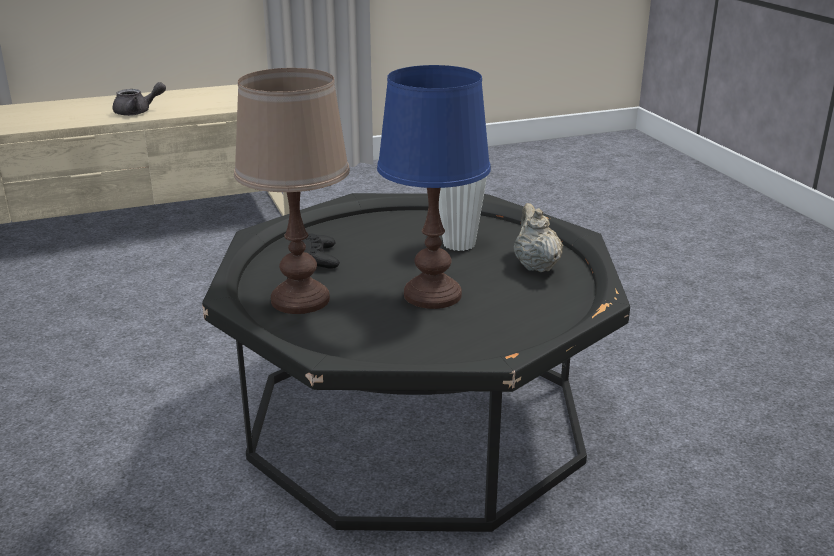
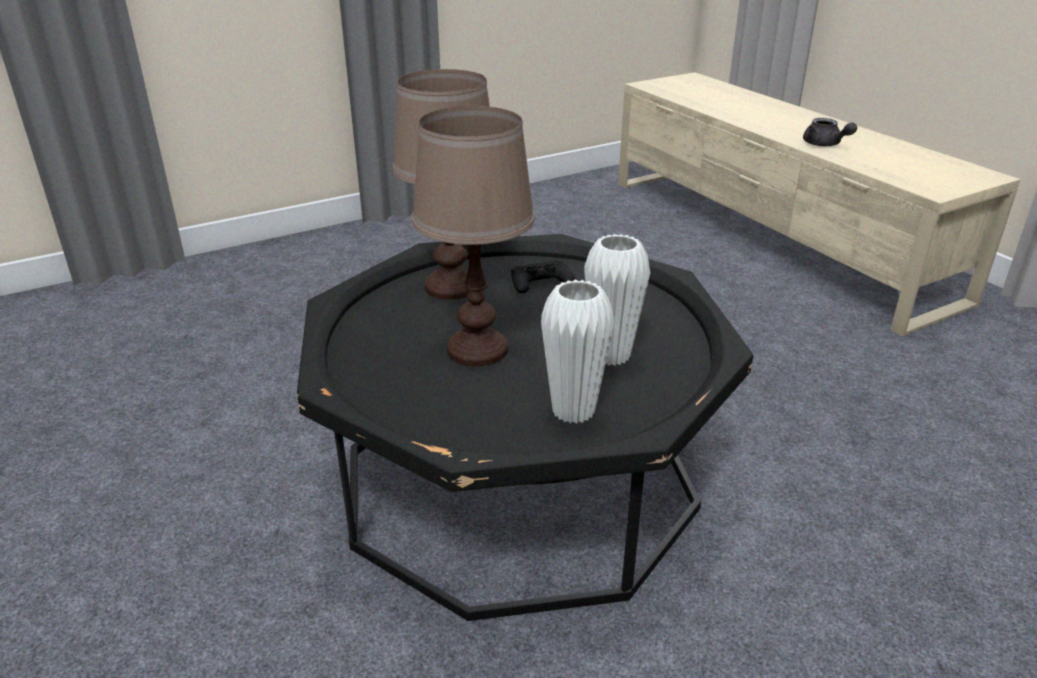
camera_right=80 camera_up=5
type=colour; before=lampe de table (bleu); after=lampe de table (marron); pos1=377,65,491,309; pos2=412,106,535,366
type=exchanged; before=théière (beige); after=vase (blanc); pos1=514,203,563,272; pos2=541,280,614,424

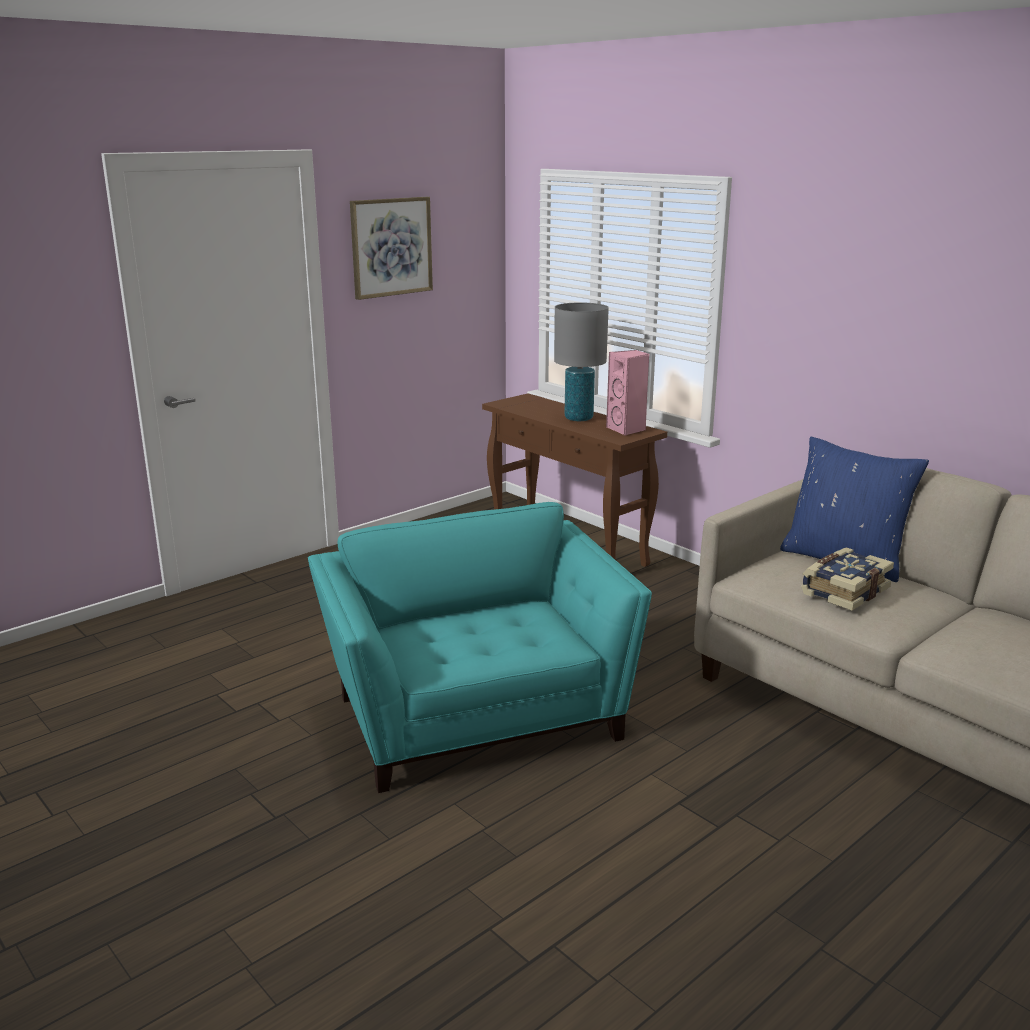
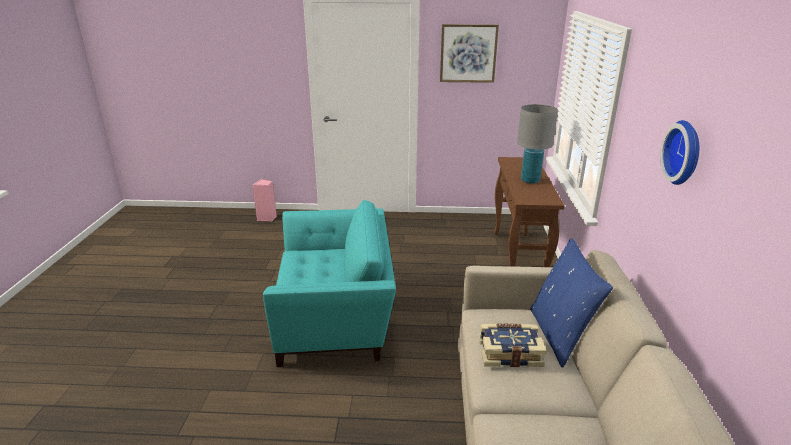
camera_right=45 camera_up=5
type=relocated; before=enceinte (rose); pos1=606,350,649,435; pos2=252,179,277,221
type=spun; before=fauteuil (turquoise); pos1=308,502,652,793; pos2=263,200,396,367; turn=60
type=appeared; after=horloge murale; pos2=660,120,699,185

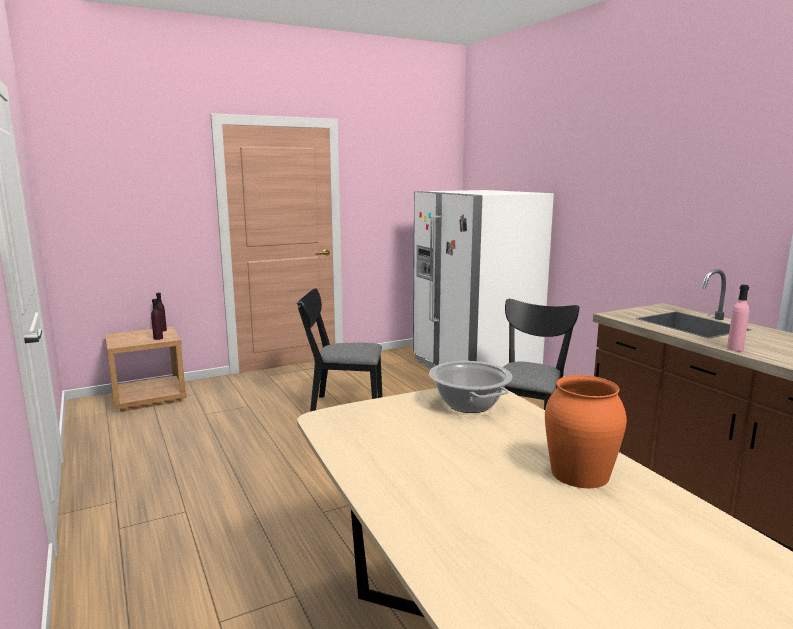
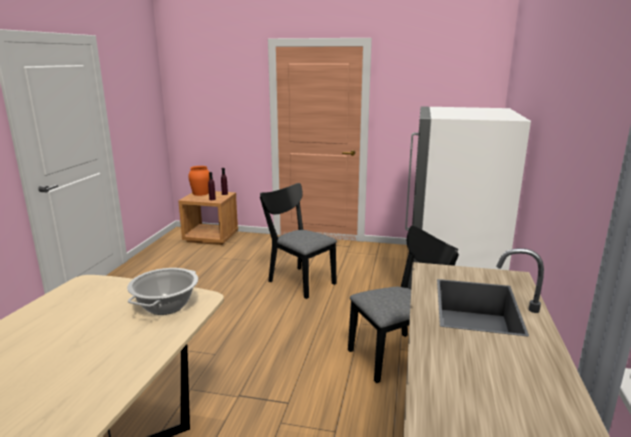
camera_right=40 camera_up=5
type=relocated; before=vase (orange); pos1=545,375,627,488; pos2=188,166,209,196
type=missing; before=bouteille (rose); pos1=727,285,749,351

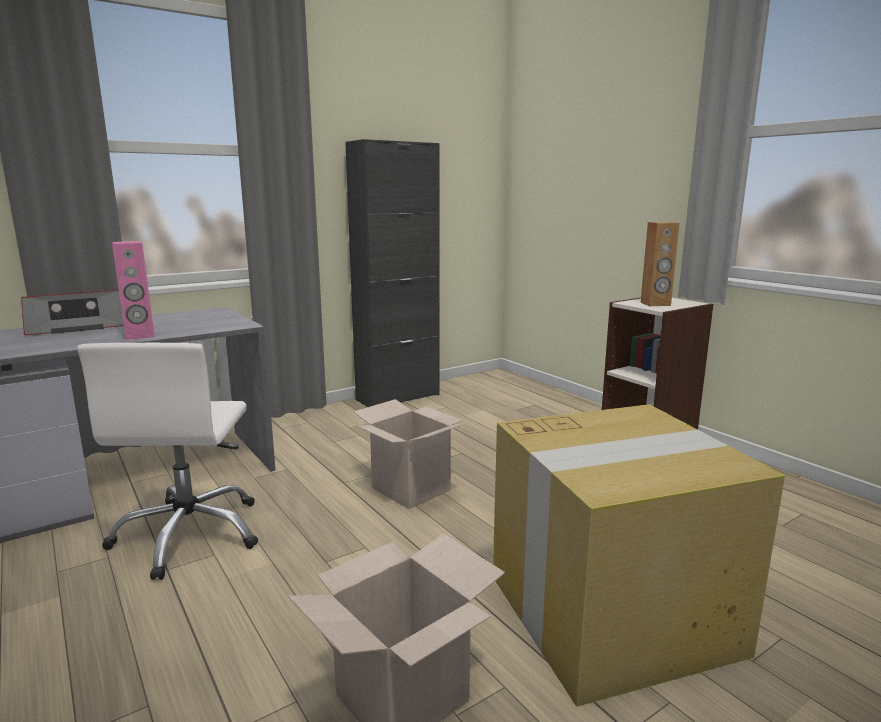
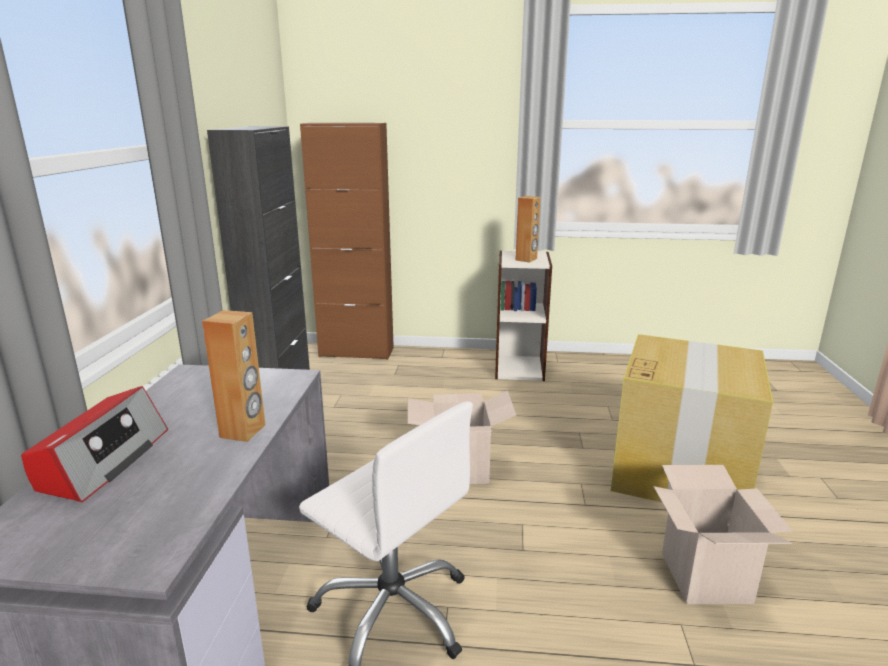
camera_right=-50 camera_up=5
type=colour; before=enceinte (rose); after=enceinte (marron); pos1=112,241,155,340; pos2=202,310,266,442
type=appeared; after=meuble de rangement (marron); pos2=300,123,394,360

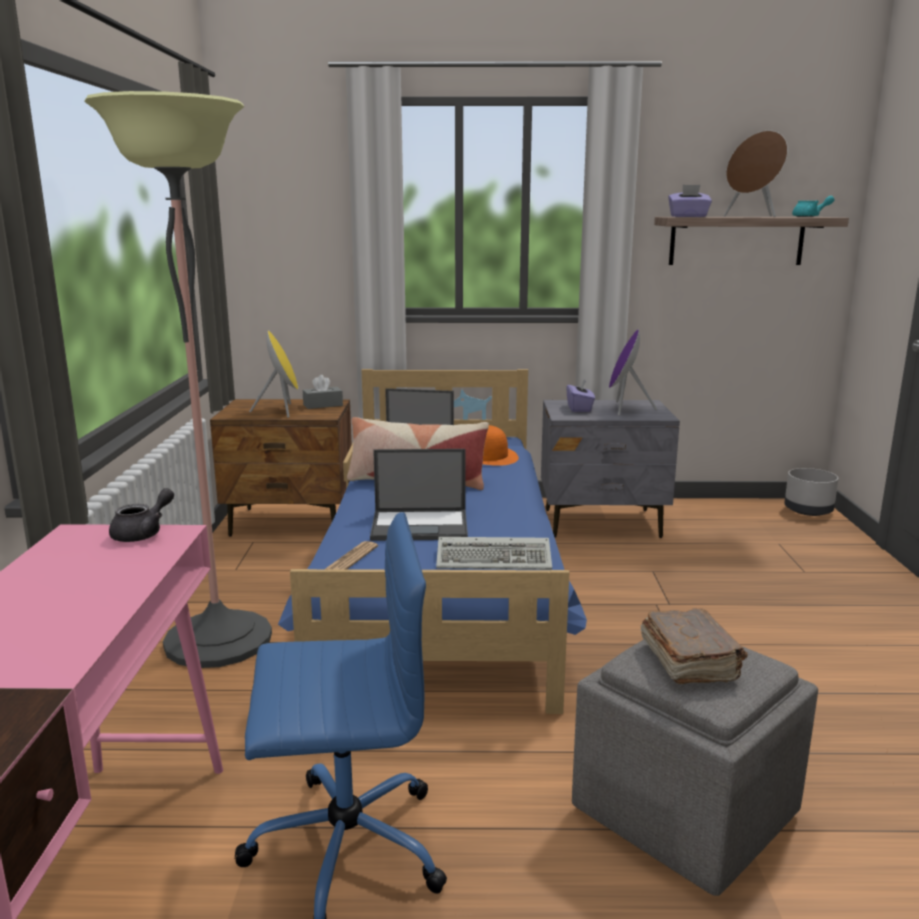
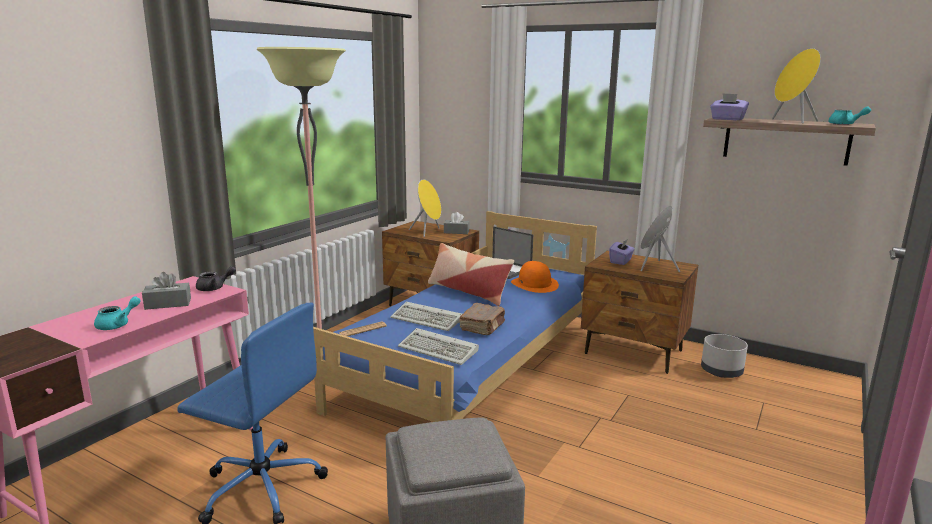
camera_right=30 camera_up=0
type=appeared; after=théière (turquoise); pos2=94,296,141,330
type=appeared; after=boîte à mouchoirs (gris); pos2=142,272,191,310
type=exchanged; before=ordinateur portable; after=clavier; pos1=370,449,468,541; pos2=390,302,462,331
type=relocated; before=livre (marron); pos1=640,608,748,684; pos2=459,303,505,335
type=colour; before=table de chevet (gris); after=table de chevet (marron); pos1=541,400,680,538; pos2=581,251,698,374
type=relocated; before=cache-pot (gris); pos1=784,468,839,516; pos2=701,334,748,378
type=colour; before=enceinte (marron); after=enceinte (jaune); pos1=724,131,788,217; pos2=772,48,821,124

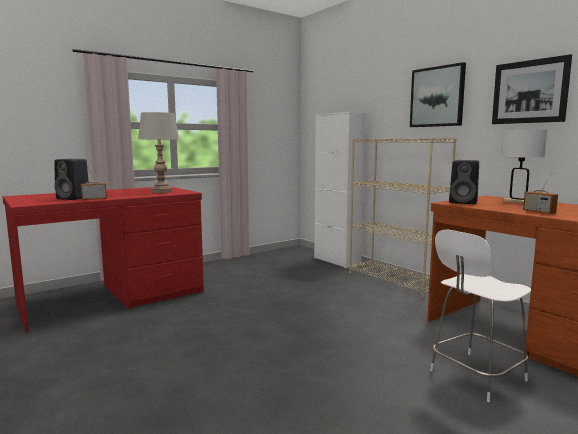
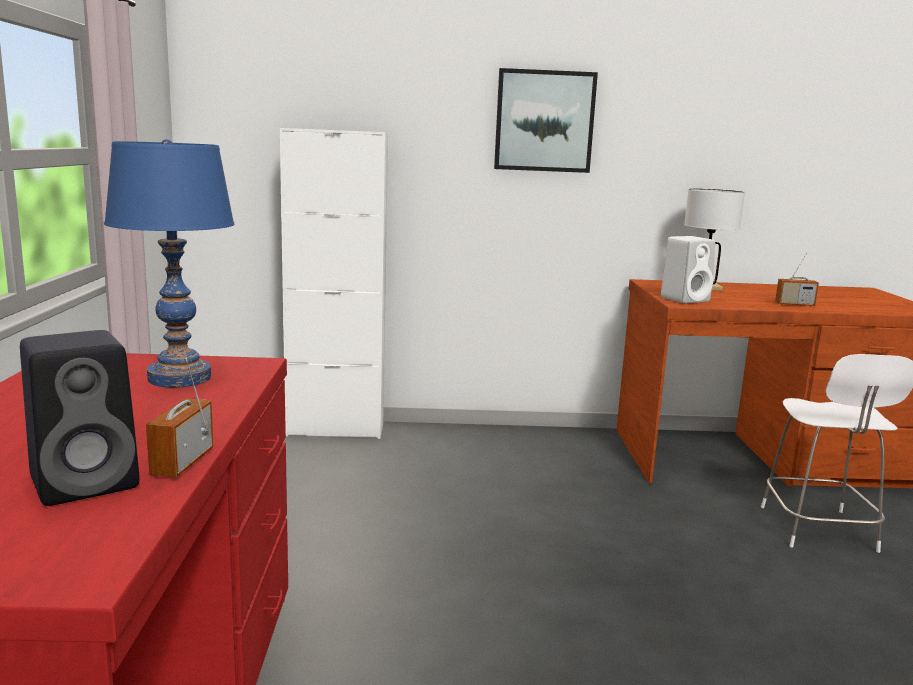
camera_right=-55 camera_up=5
type=colour; before=lampe de table (gris); after=lampe de table (bleu); pos1=138,112,179,193; pos2=104,139,235,388
type=colour; before=enceinte (noir); after=enceinte (blanc); pos1=449,160,479,204; pos2=661,236,715,303
type=missing; before=bibliothèque (beige); pos1=349,138,456,298
type=missing; before=tableau; pos1=492,54,572,124

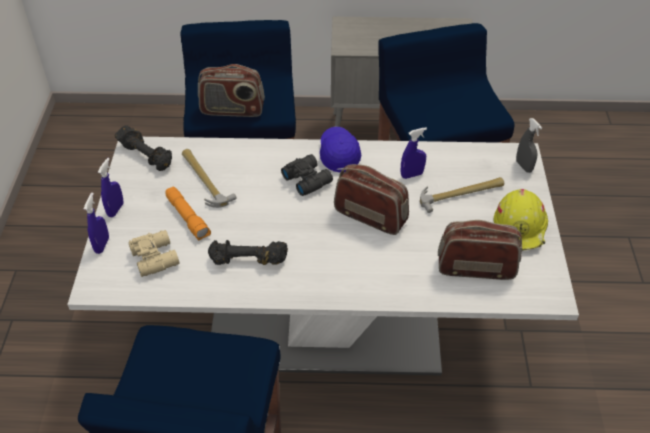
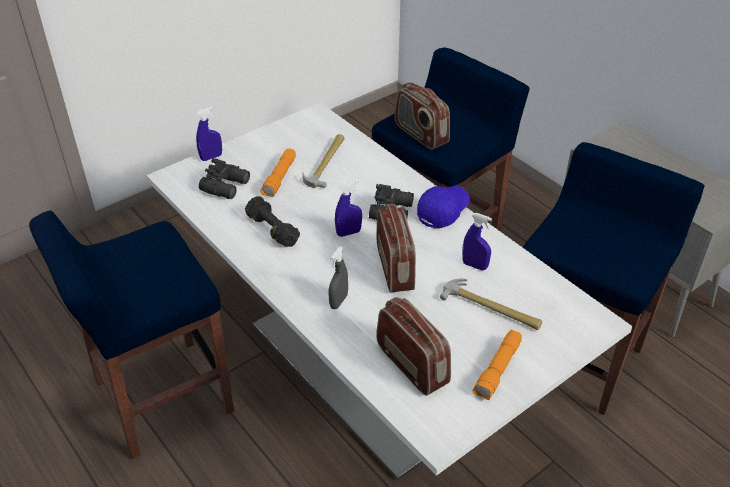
camera_right=50 camera_up=-5
type=colour; before=jumelles (beige); after=jumelles (noir); pos1=128,230,180,277; pos2=199,158,250,199
type=relocated; before=vaporisateur (gris); pos1=516,118,542,173; pos2=329,246,348,309
type=relocated; before=vaporisateur (bleu); pos1=98,158,123,217; pos2=335,180,362,237
type=exchanged; before=casque de chantier (jaune); after=lampe de poche (orange); pos1=494,189,548,251; pos2=473,330,522,400
type=missing; before=haltère (noir); pos1=114,125,172,171

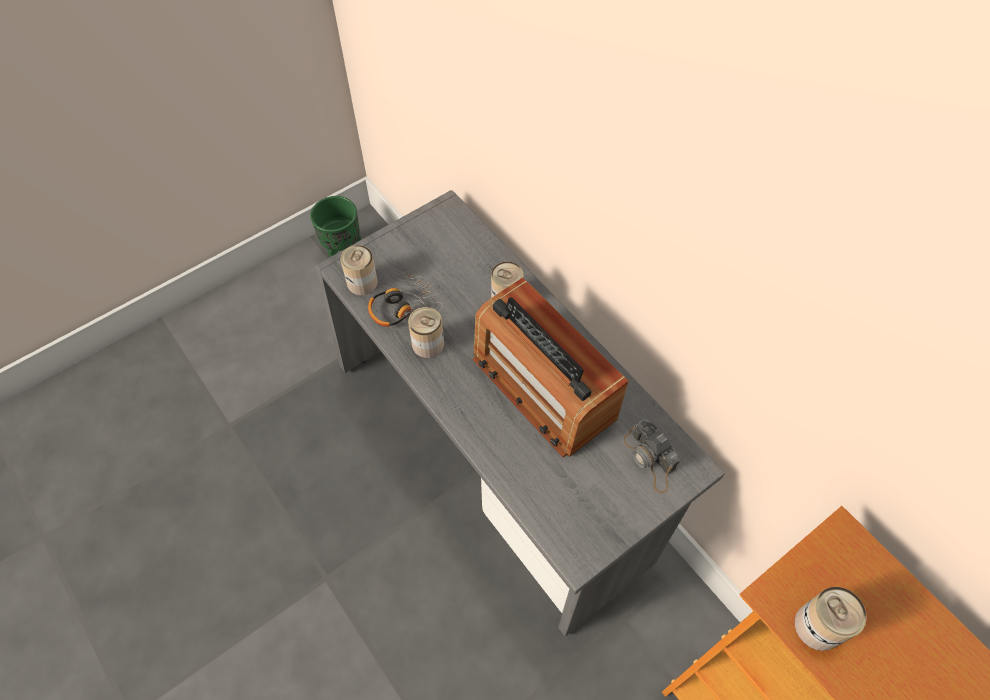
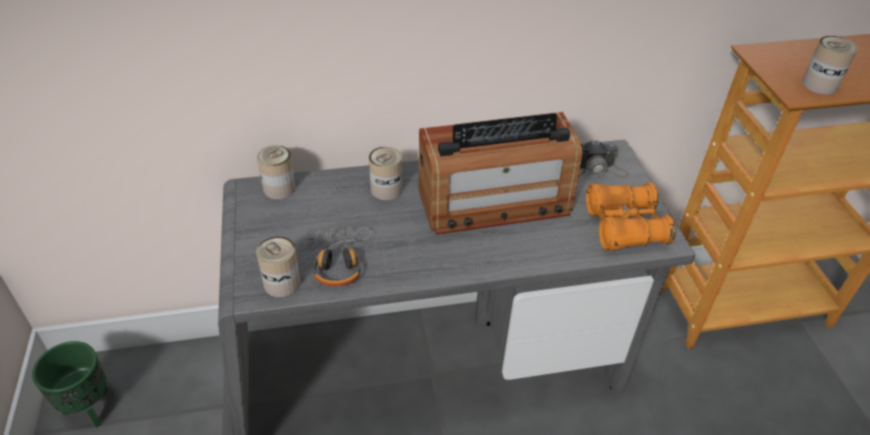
camera_right=-65 camera_up=-15
type=relocated; before=boîte métallique; pos1=408,307,444,358; pos2=257,145,296,199
type=appeared; after=jumelles (orange); pos2=586,182,675,251

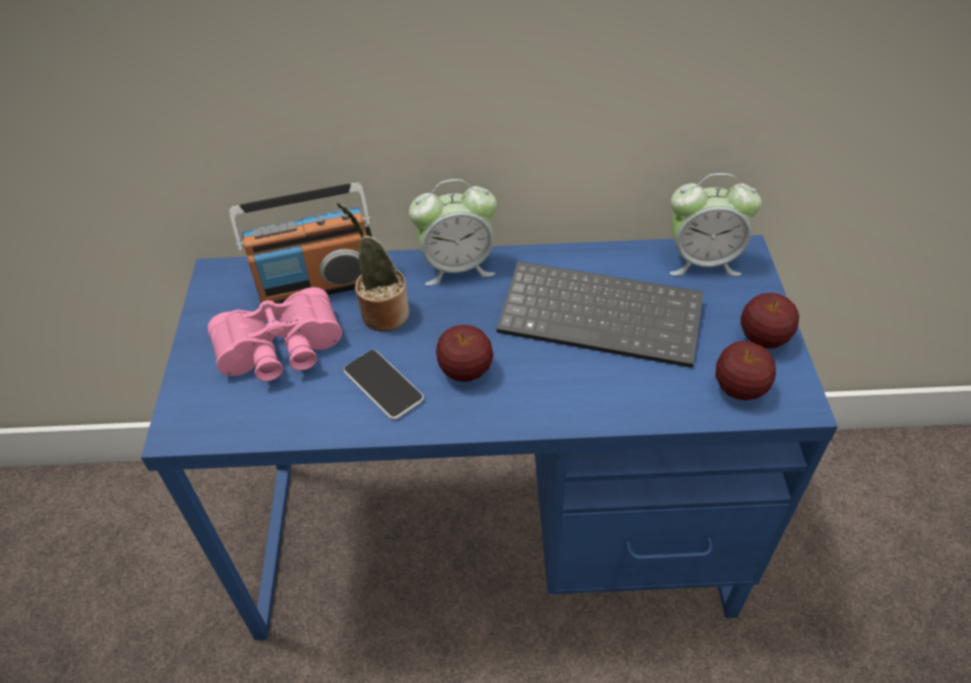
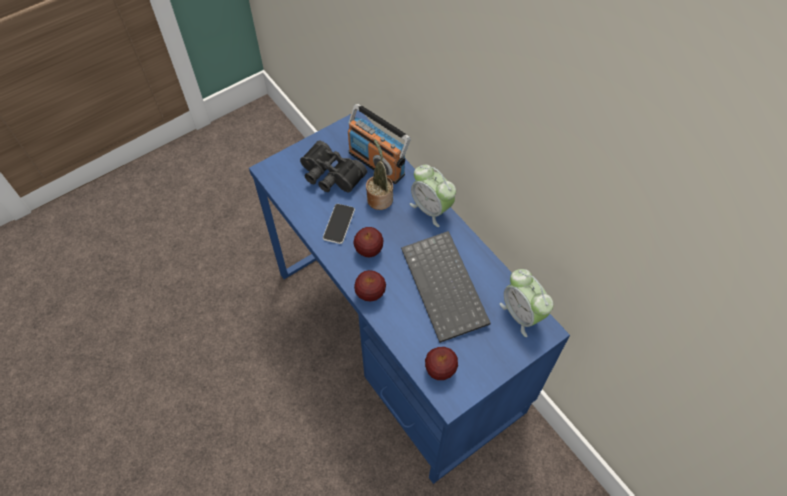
camera_right=55 camera_up=10
type=colour; before=jumelles (rose); after=jumelles (noir); pos1=208,287,342,381; pos2=300,140,367,192
type=relocated; before=pomme; pos1=741,293,799,349; pos2=354,270,386,301

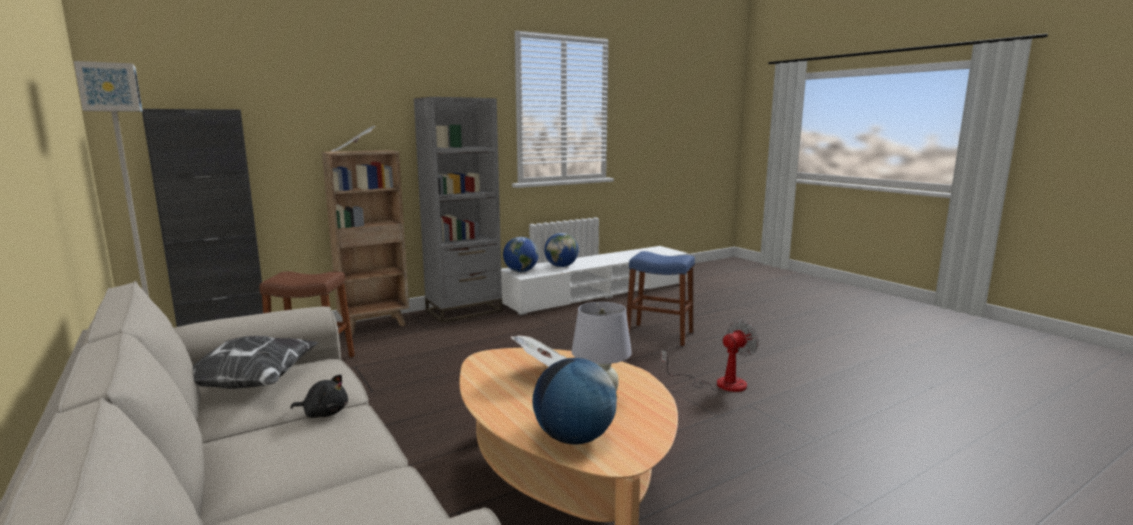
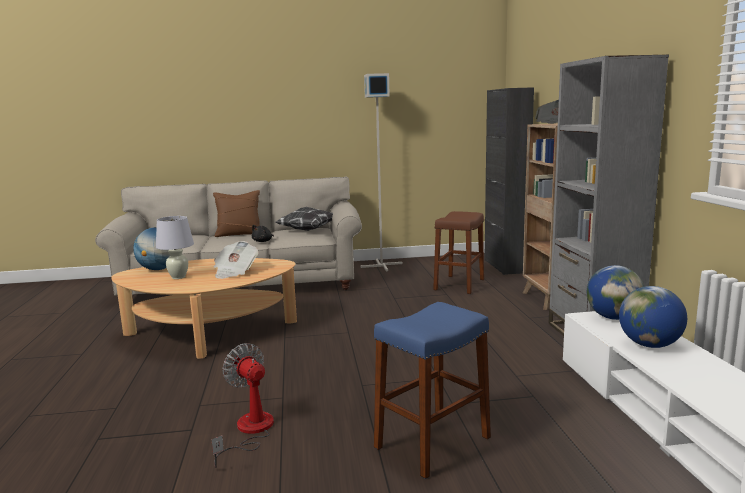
camera_right=115 camera_up=0
type=spun; before=ventilateur; pos1=661,320,759,392; pos2=212,343,274,468; turn=150
type=appeared; after=coussin (marron); pos2=213,190,260,237

